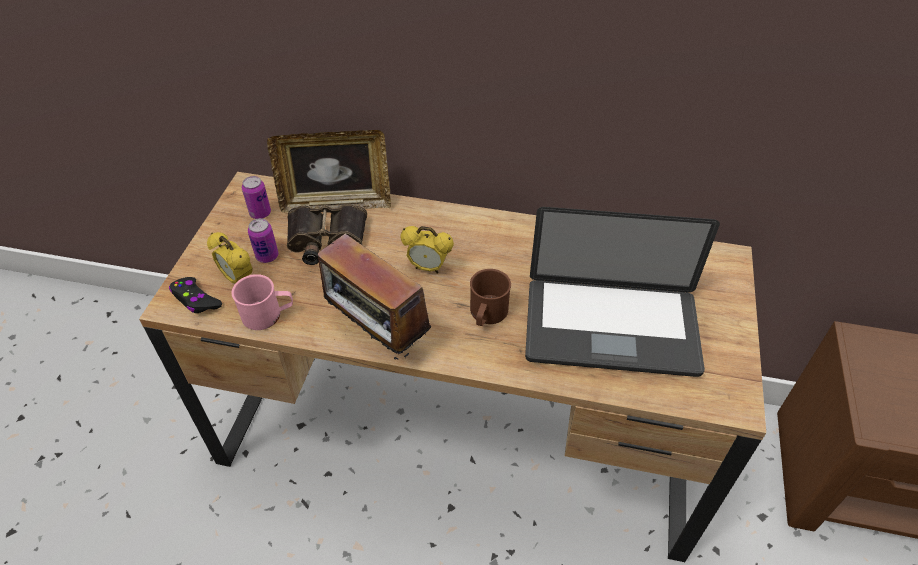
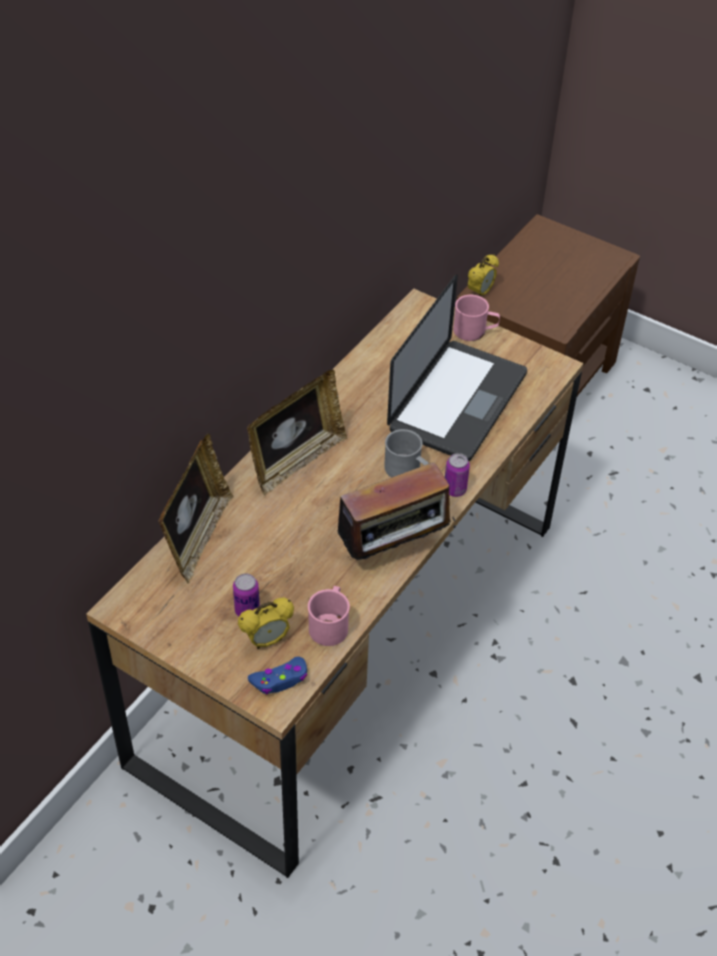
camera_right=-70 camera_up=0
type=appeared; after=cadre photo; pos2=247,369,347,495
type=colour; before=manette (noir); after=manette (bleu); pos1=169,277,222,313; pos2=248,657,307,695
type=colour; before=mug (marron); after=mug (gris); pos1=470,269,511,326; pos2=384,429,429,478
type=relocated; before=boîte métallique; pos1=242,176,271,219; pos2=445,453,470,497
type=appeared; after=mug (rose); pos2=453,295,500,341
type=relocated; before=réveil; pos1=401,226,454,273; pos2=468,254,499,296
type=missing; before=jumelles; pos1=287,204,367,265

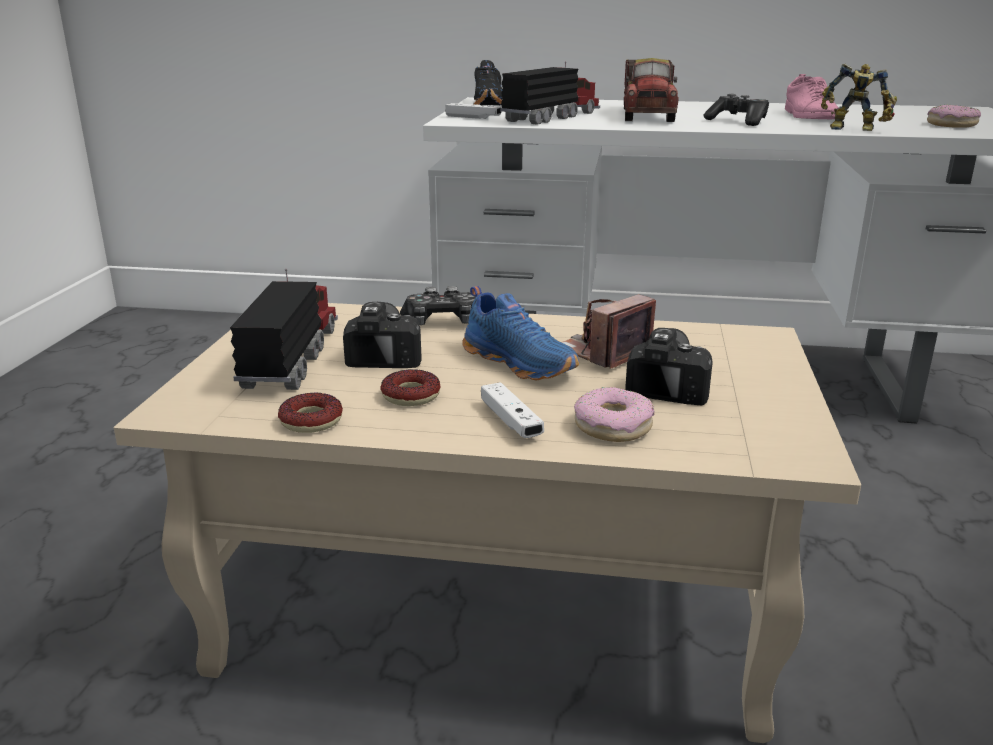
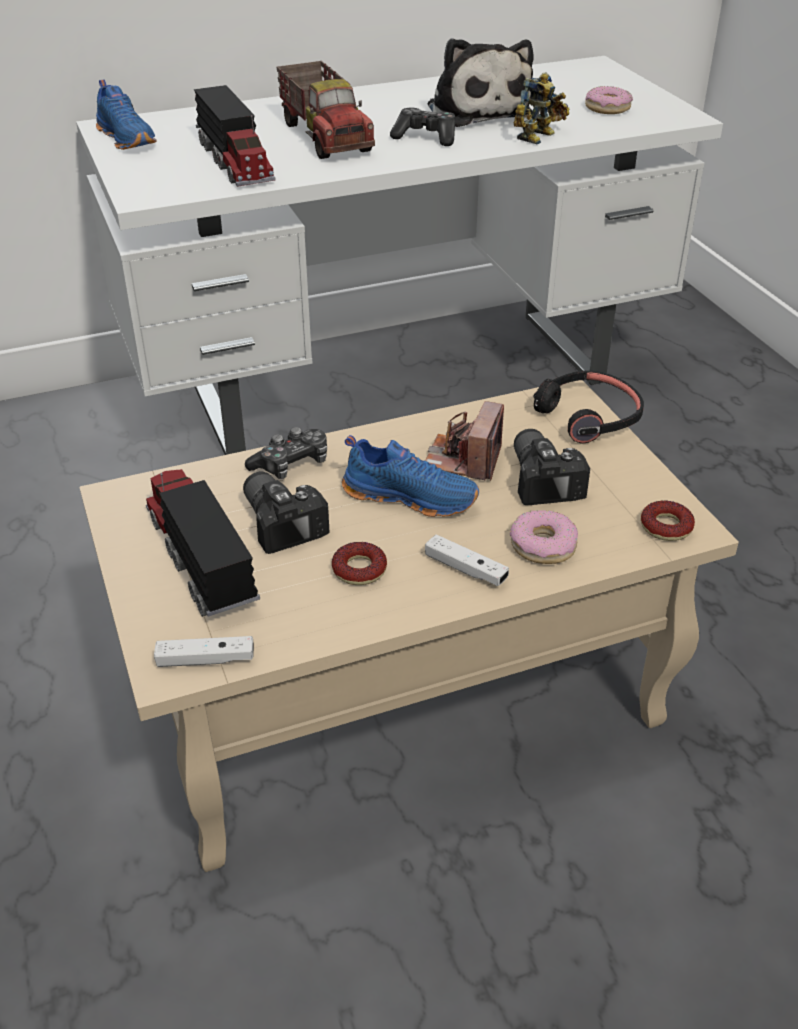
camera_right=-30 camera_up=15
type=colour; before=chaussure (noir); after=chaussure (bleu); pos1=473,60,503,105; pos2=96,80,157,150
type=relocated; before=manette (blanc); pos1=445,103,502,119; pos2=154,636,254,667
type=spun; before=camion jouet; pos1=500,61,600,125; pos2=194,85,275,187; turn=150
type=exchanged; before=chaussure (rose); after=peluche; pos1=785,74,839,119; pos2=428,38,534,127
type=spun; before=robot jouet; pos1=821,64,897,131; pos2=513,72,569,144; turn=-45
type=appeared; after=casque audio (noir); pos2=534,371,644,444
type=relocated; before=beignet; pos1=278,393,343,433; pos2=641,501,695,541

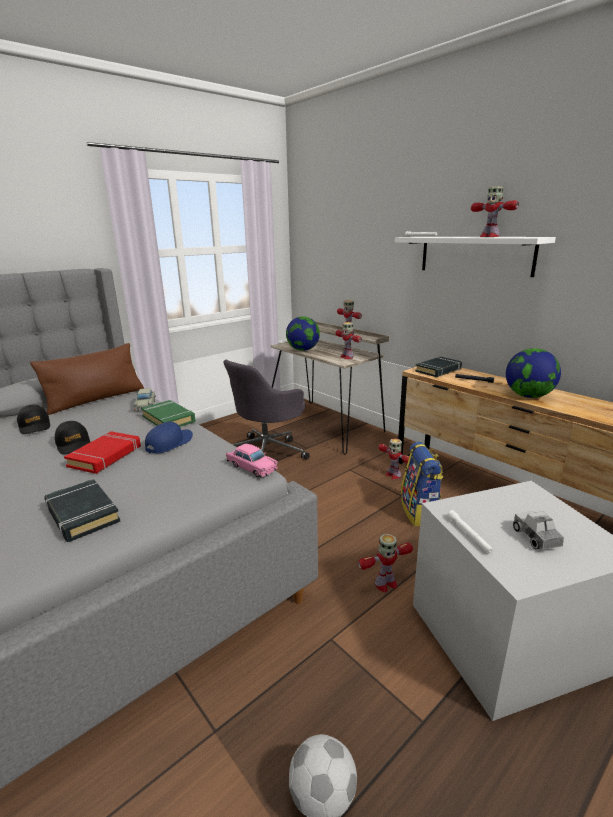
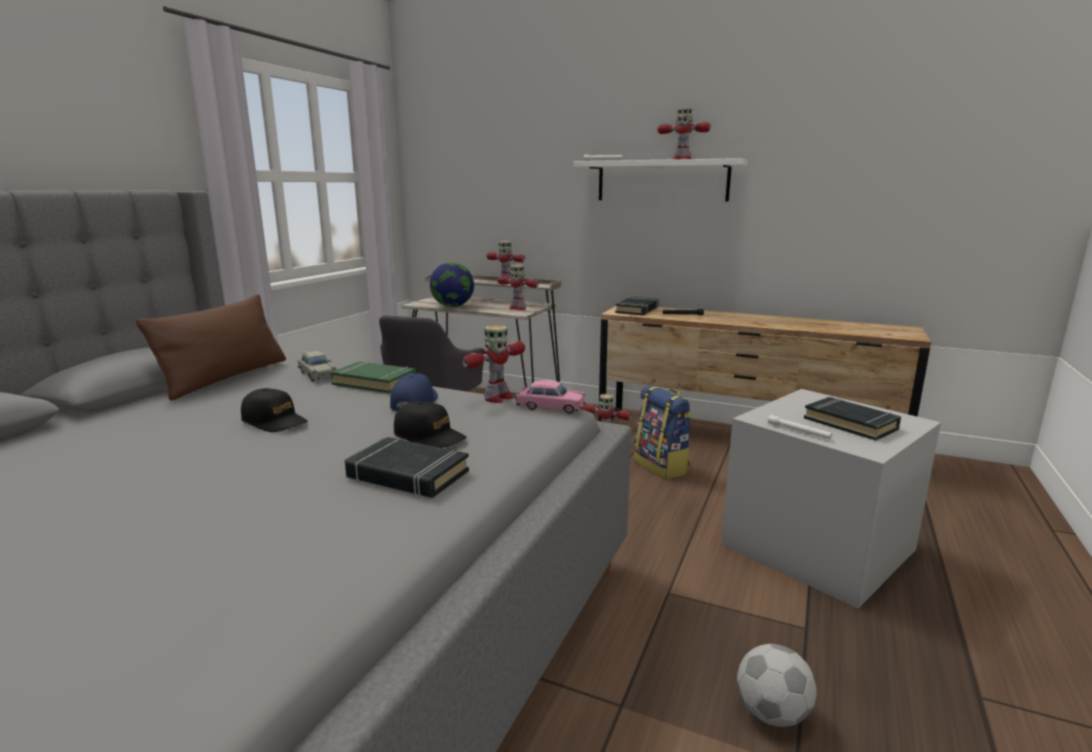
camera_right=-25 camera_up=-5
type=relocated; before=casquette (noir); pos1=17,405,50,434; pos2=394,401,467,448
type=relocated; before=robot jouet; pos1=358,534,413,592; pos2=462,325,525,403
type=exchanged; before=camion jouet; after=livre (noir); pos1=513,511,564,550; pos2=804,397,901,441
type=missing; before=livre (rouge); pos1=64,431,141,474
type=missing; before=globe; pos1=506,348,561,398

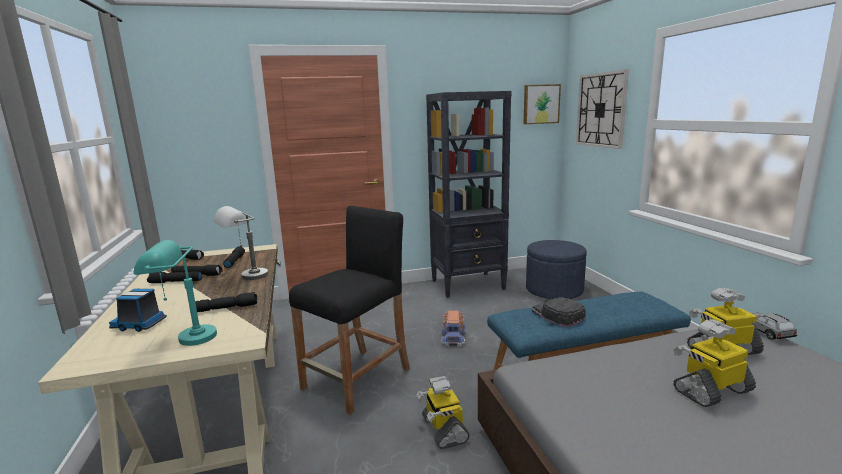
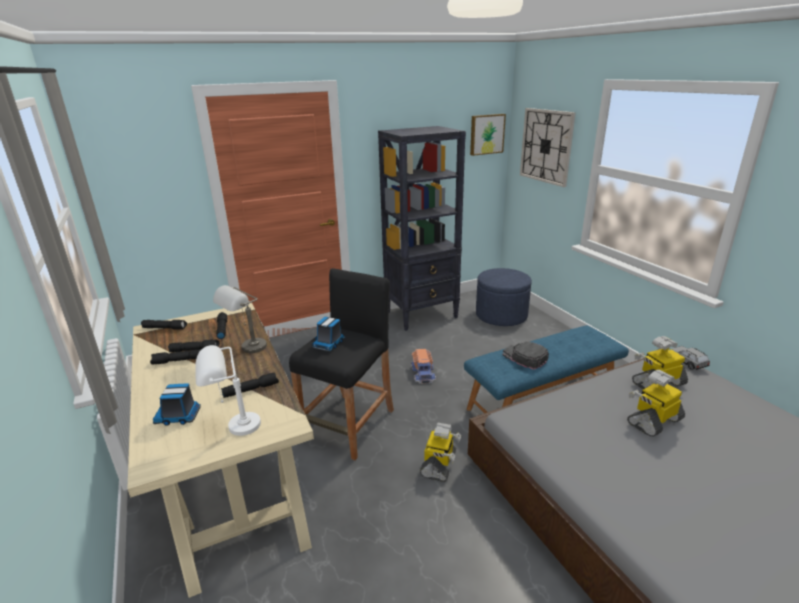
camera_right=-10 camera_up=10
type=colour; before=lampe de table (turquoise); after=lampe de table (blanc); pos1=133,240,217,346; pos2=195,345,261,436
type=appeared; after=camion jouet; pos2=312,317,345,352
type=spun; before=robot jouet; pos1=416,376,470,449; pos2=420,423,461,482; turn=-135

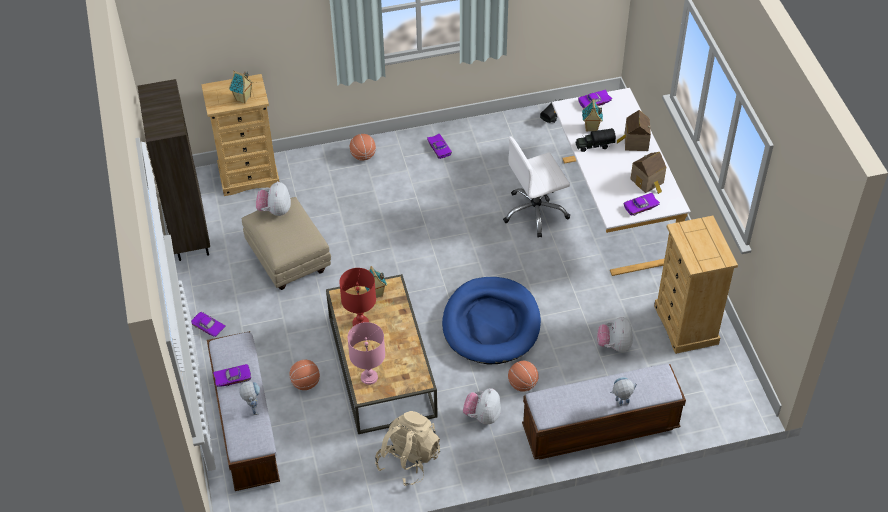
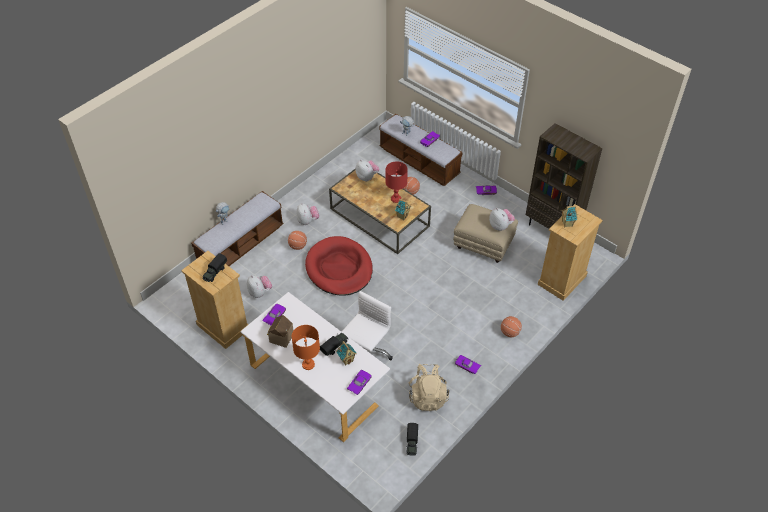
camera_right=145 camera_up=0
type=appeared; after=camion jouet; pos2=202,253,227,282
type=exchanged; before=maison miniature; after=lampe de table (orange); pos1=617,110,651,151; pos2=292,325,320,370
type=colour; before=panier pour chien (bleu); after=panier pour chien (rouge); pos1=442,277,541,364; pos2=305,236,373,296
type=exchanged; before=lampe de table (rose); after=peluche; pos1=348,322,385,385; pos2=356,160,379,182
type=relocated; before=sac à dos (beige); pos1=375,411,440,486; pos2=409,364,449,411

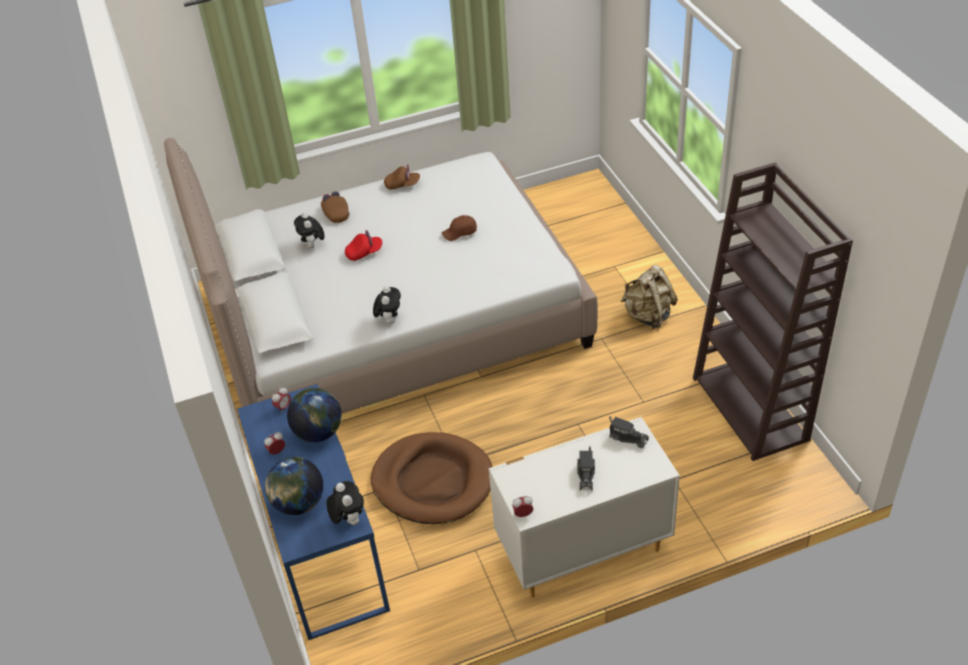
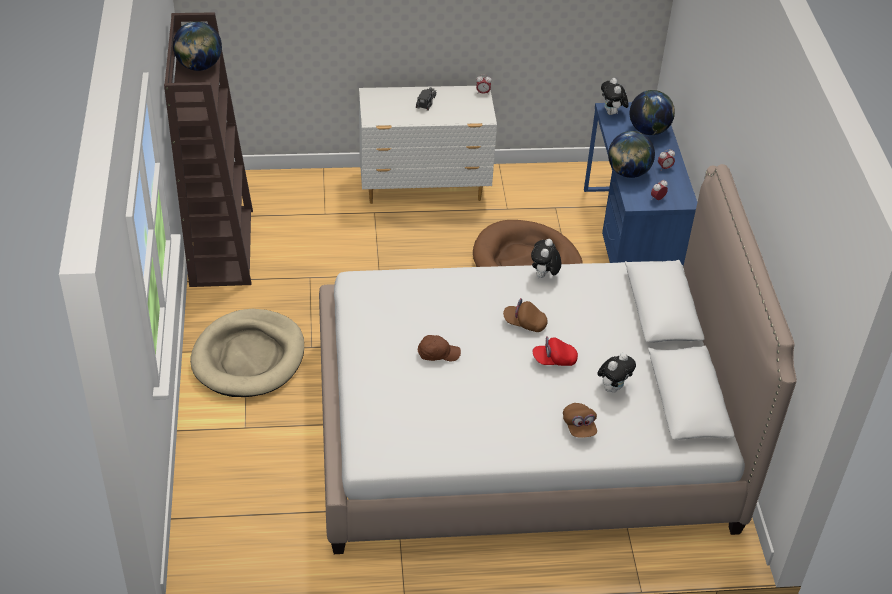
camera_right=-170 camera_up=0
type=appeared; after=globe; pos2=173,21,222,71
type=exchanged; before=sac à dos (beige); after=panier pour chien (beige); pos1=620,265,678,329; pos2=190,309,304,397
type=relocated; before=casquette (marron); pos1=384,164,420,190; pos2=503,298,548,332
type=spun; before=peluche; pos1=294,212,324,249; pos2=597,353,636,393; turn=45
type=missing; before=camion jouet; pos1=609,416,649,448

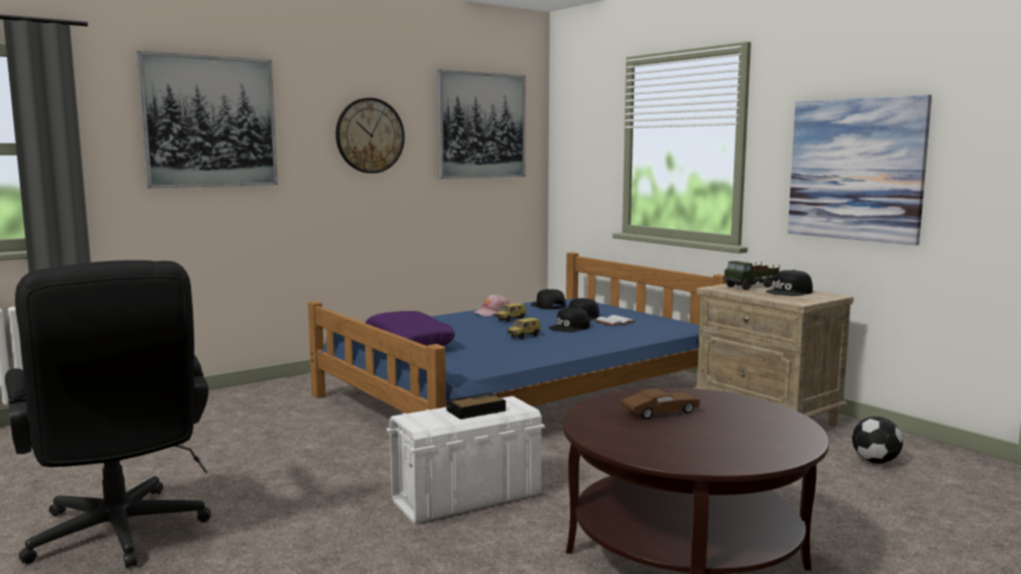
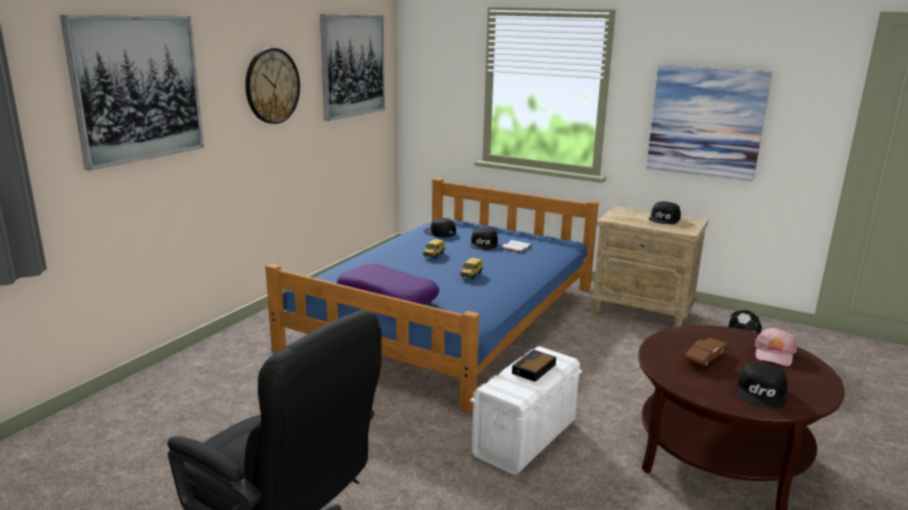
camera_right=-25 camera_up=10
type=relocated; before=casquette (noir); pos1=549,307,590,332; pos2=737,362,788,409
type=relocated; before=casquette (rose); pos1=472,294,510,316; pos2=755,328,797,366
type=missing; before=camion jouet; pos1=723,261,780,290

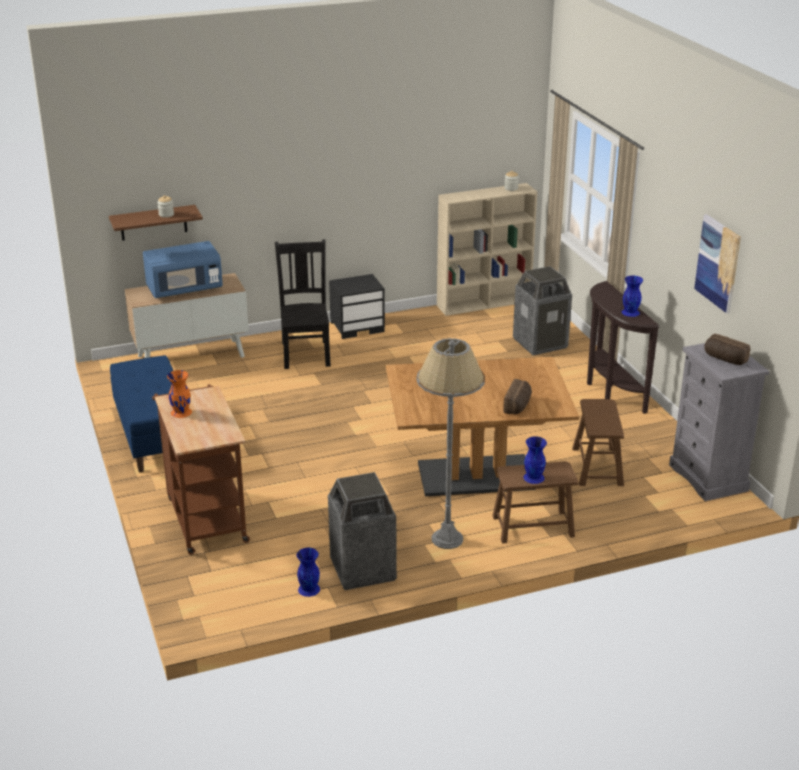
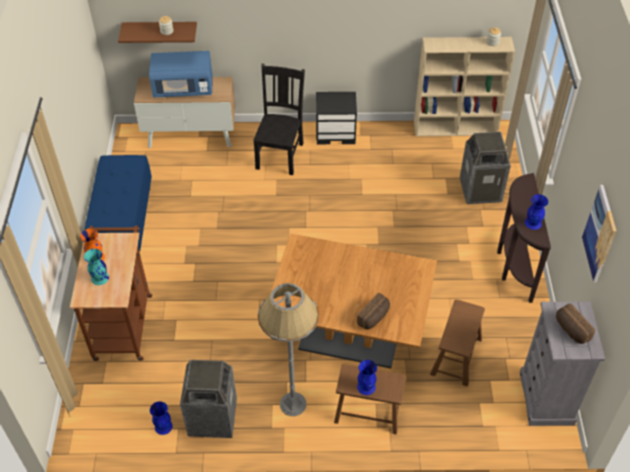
camera_right=20 camera_up=20
type=appeared; after=vase (turquoise); pos2=84,249,109,285

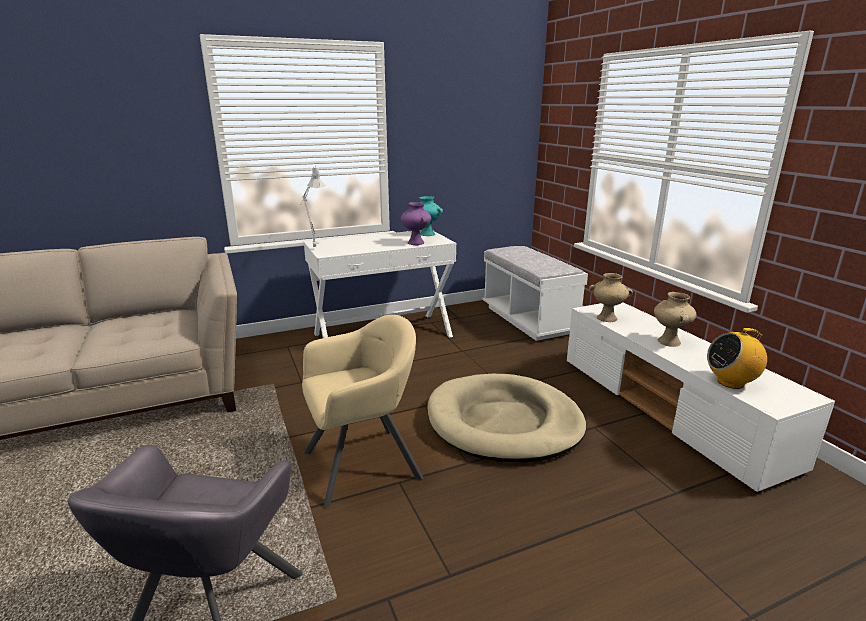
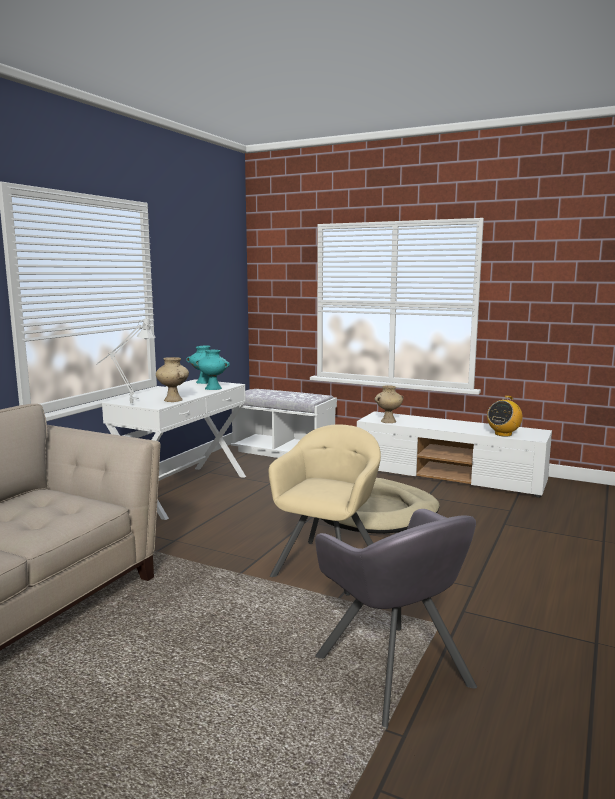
camera_right=-40 camera_up=-10
type=relocated; before=vase (beige); pos1=654,292,697,347; pos2=156,357,189,402
type=colour; before=vase (violet); after=vase (turquoise); pos1=400,202,431,245; pos2=195,350,230,390

